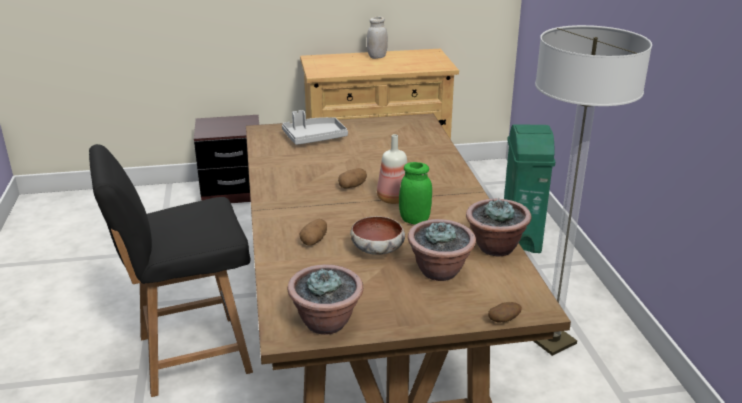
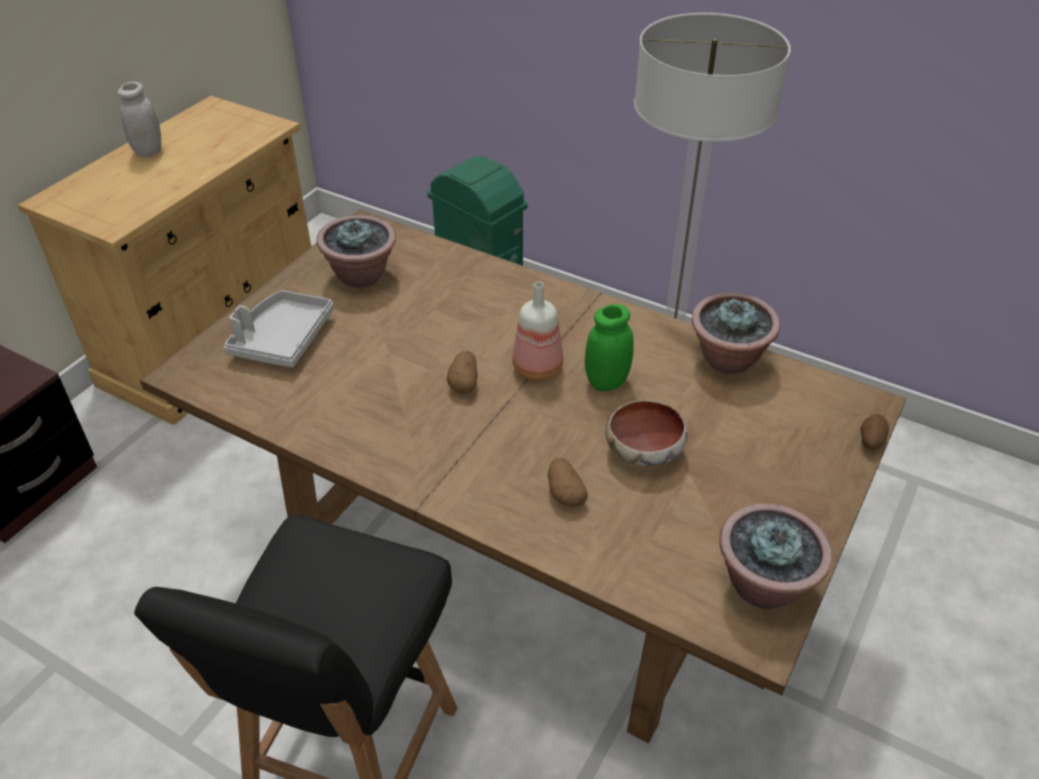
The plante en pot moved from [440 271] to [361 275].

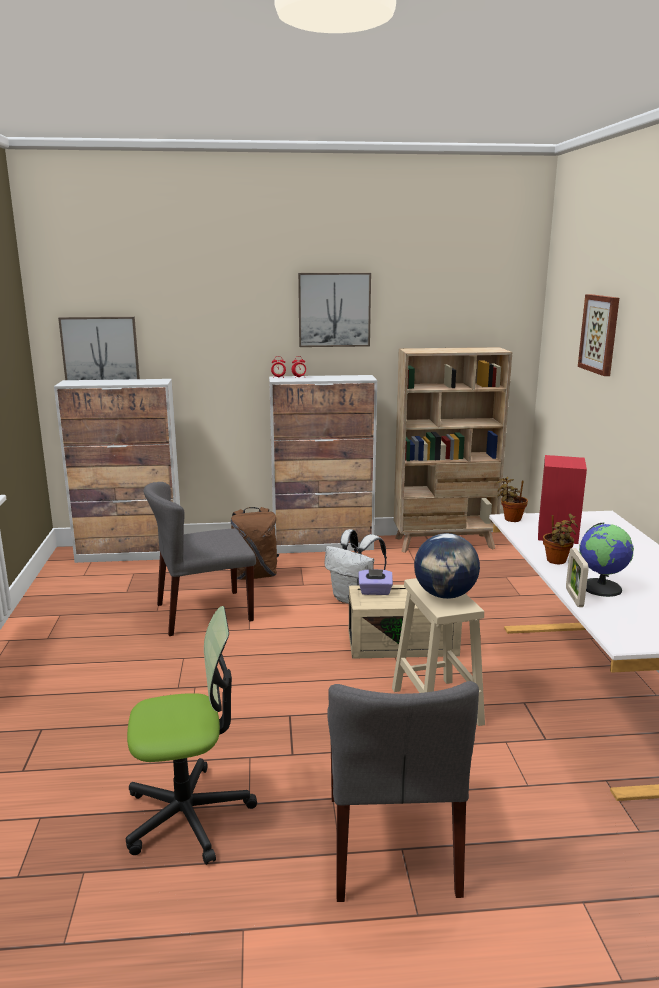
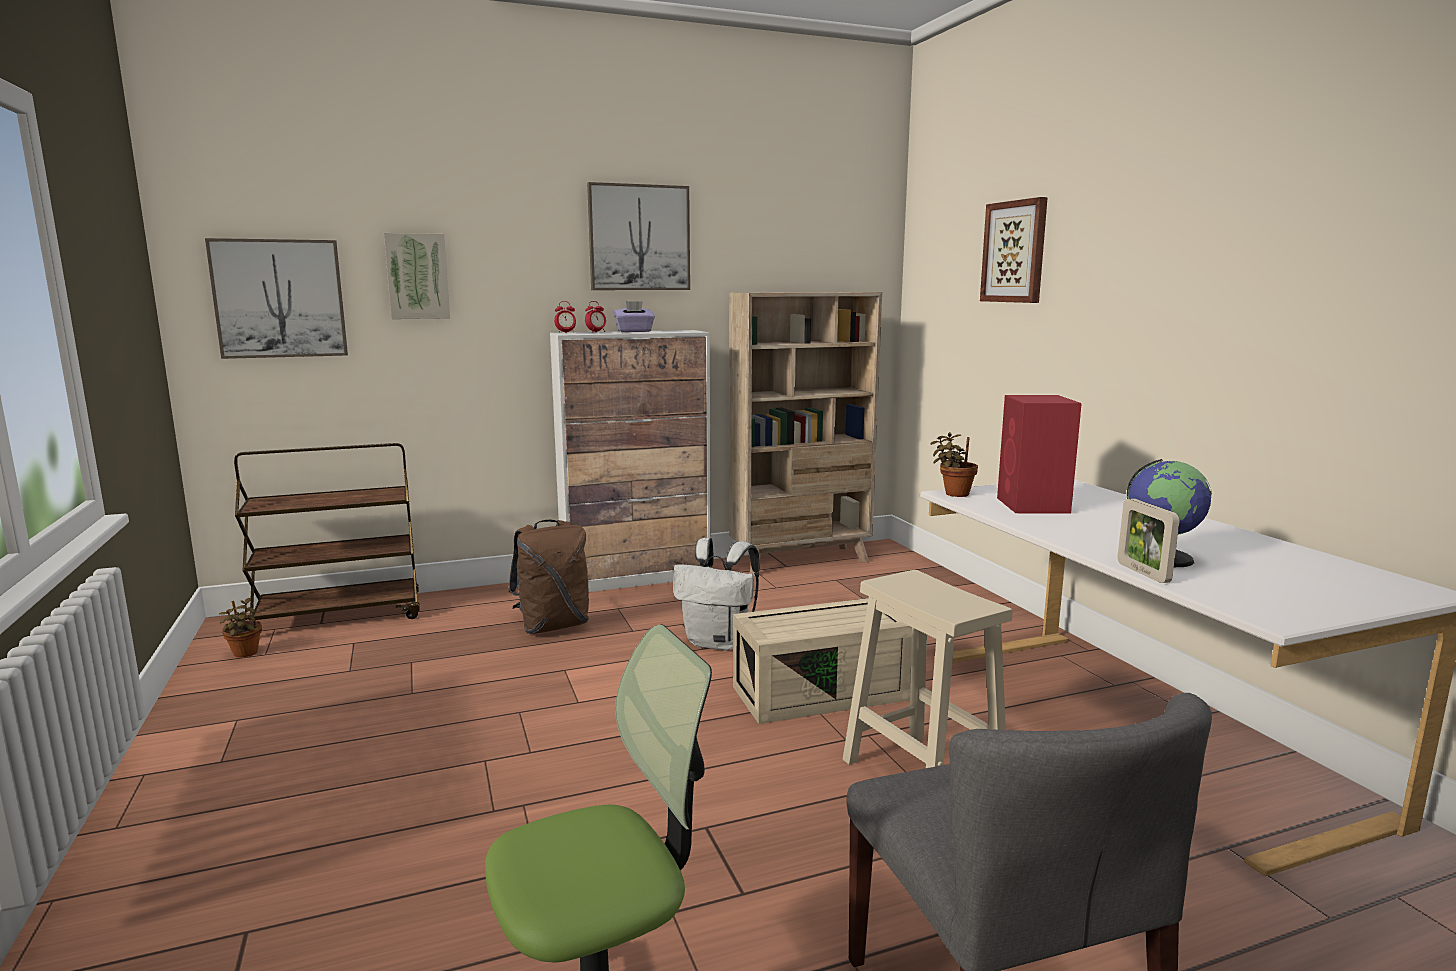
The meuble de rangement at [130 554] was replaced by the chariot/marron at [340 616].
The chaise/gris at [203 613] disappeared.
The boîte à mouchoirs/violet moved from [375 592] to [634 331].
The globe at [445 595] disappeared.
The plante en pot moved from [557 561] to [245 654].
The tableau at [417 276] appeared.

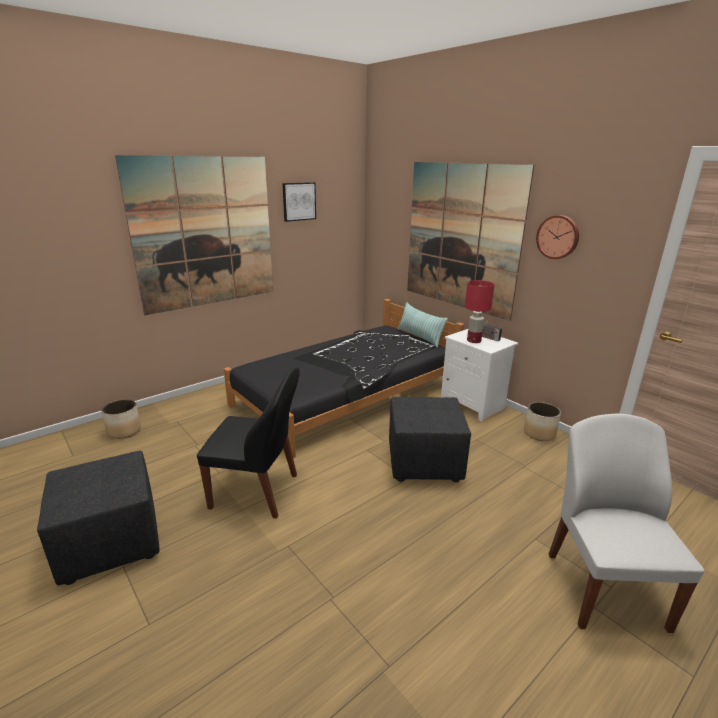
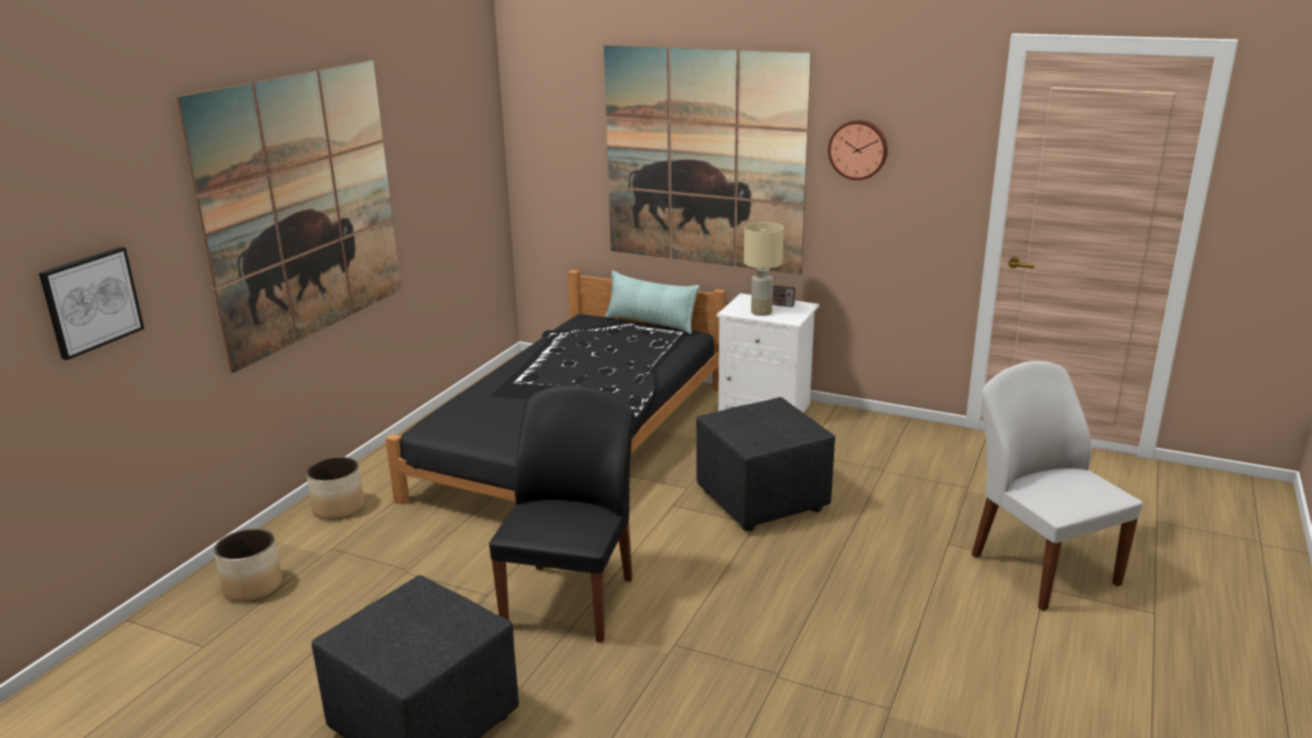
The chaise/noir at [257 492] turned 60 degrees counterclockwise.
The tableau moved from [299 201] to [91 301].
The lampe de table/rouge at [474 341] became the lampe de table/beige at [762 312].
The cache-pot moved from [539 433] to [339 508].

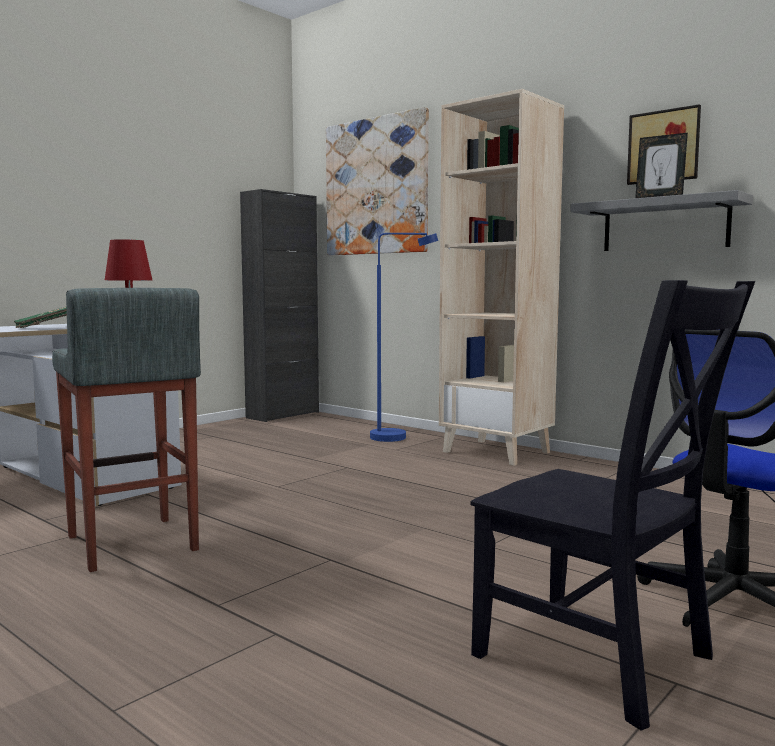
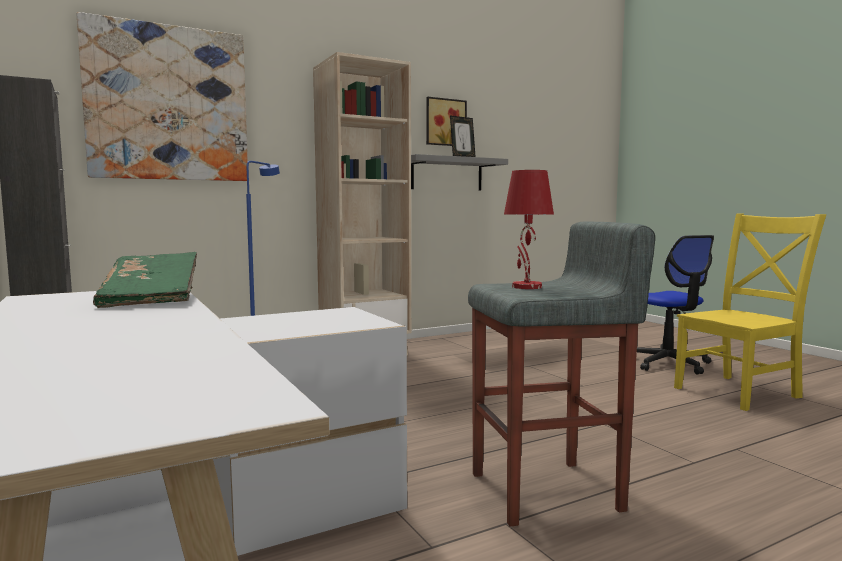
The chaise/noir at [601 660] became the chaise/jaune at [740 392].

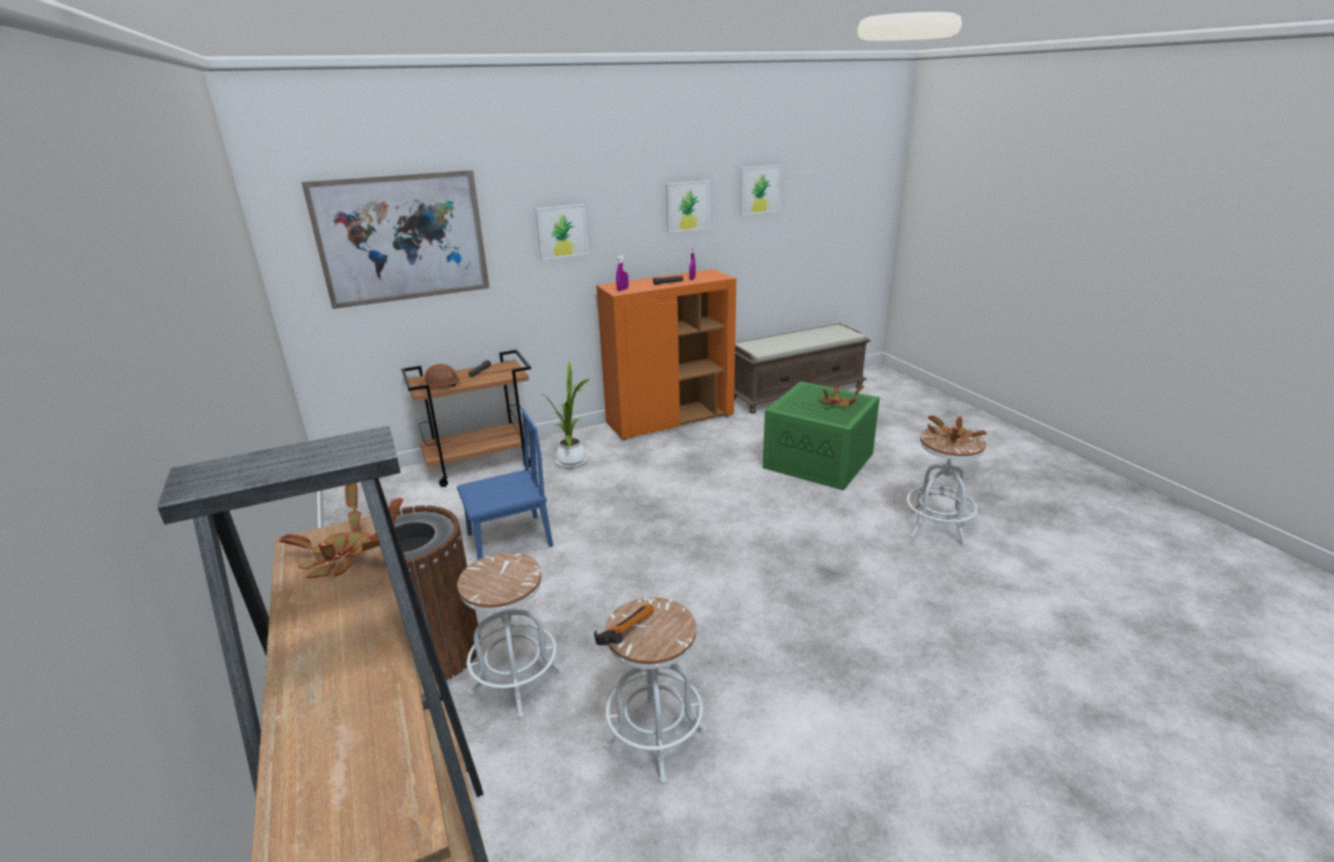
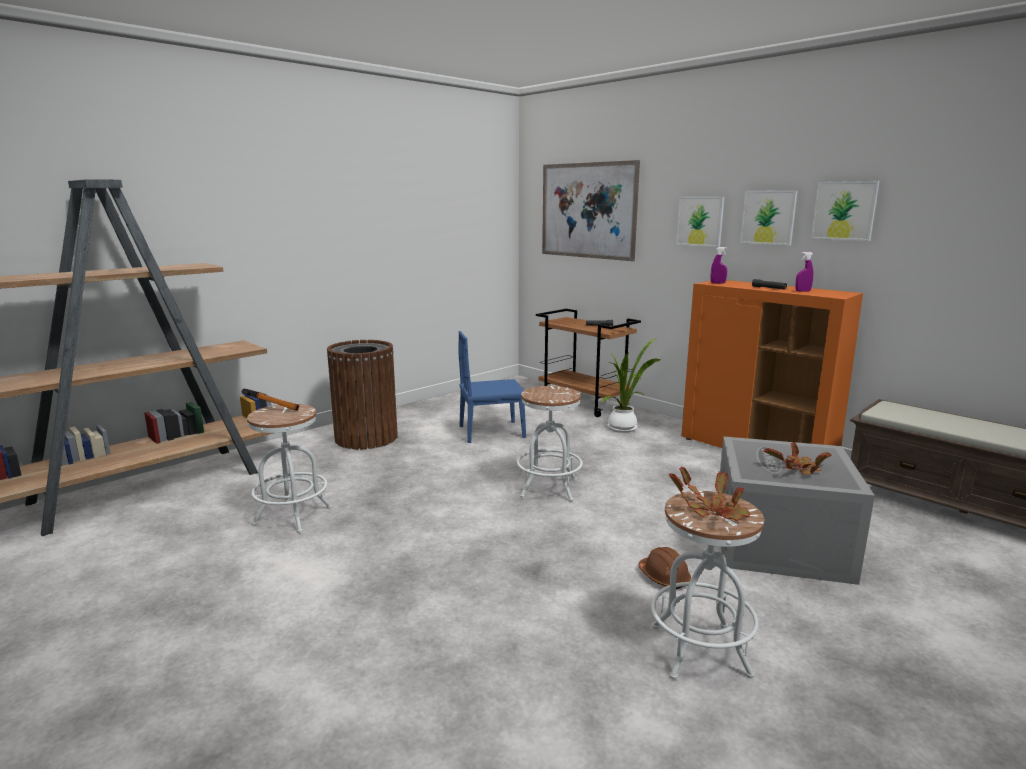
The plante en pot at [347 555] disappeared.
The casque de chantier/marron moved from [440 385] to [664 577].
The chaise/bleu at [509 540] turned 120 degrees clockwise.
The tabouret/blanc moved from [516 682] to [549 488].
The tableau moved from [759 189] to [768 217].
The boîte de rangement/vert at [820 460] became the boîte de rangement/gris at [782 545].

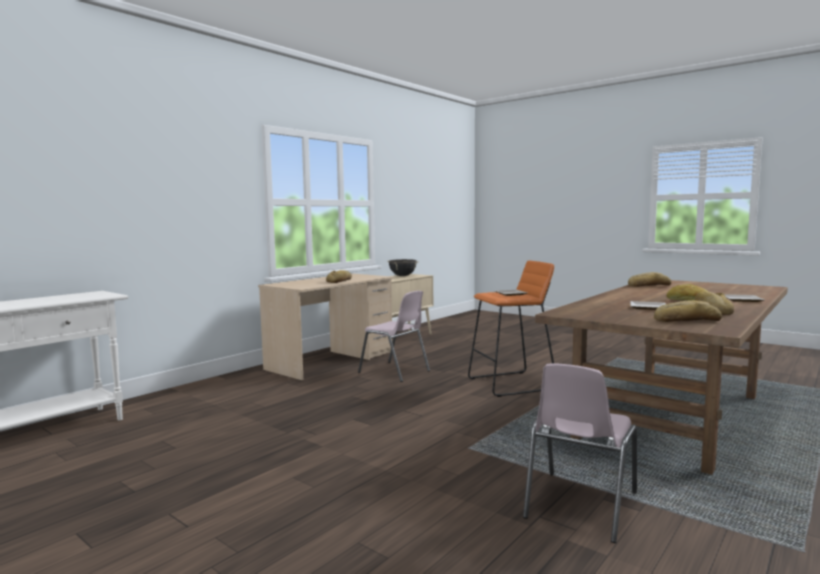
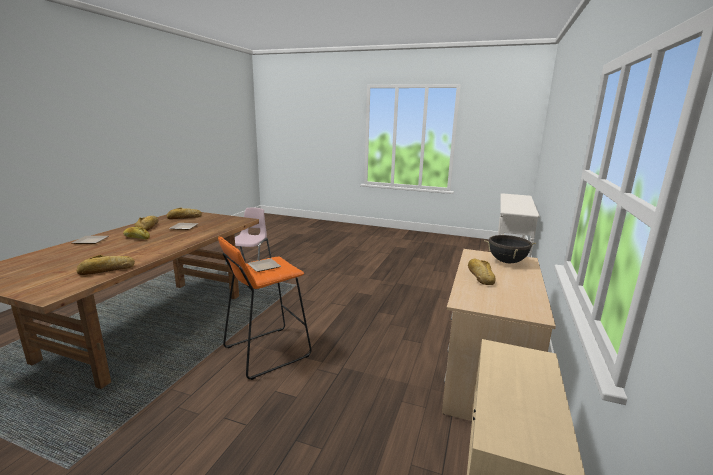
The chaise/rose at [395 372] disappeared.
The marmite/noir moved from [402 276] to [507 262].

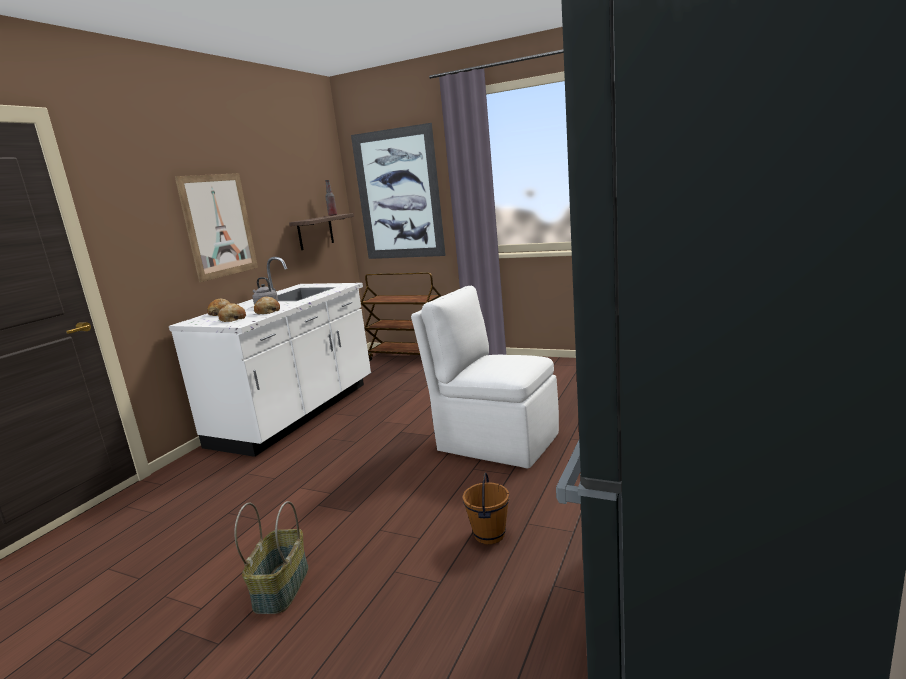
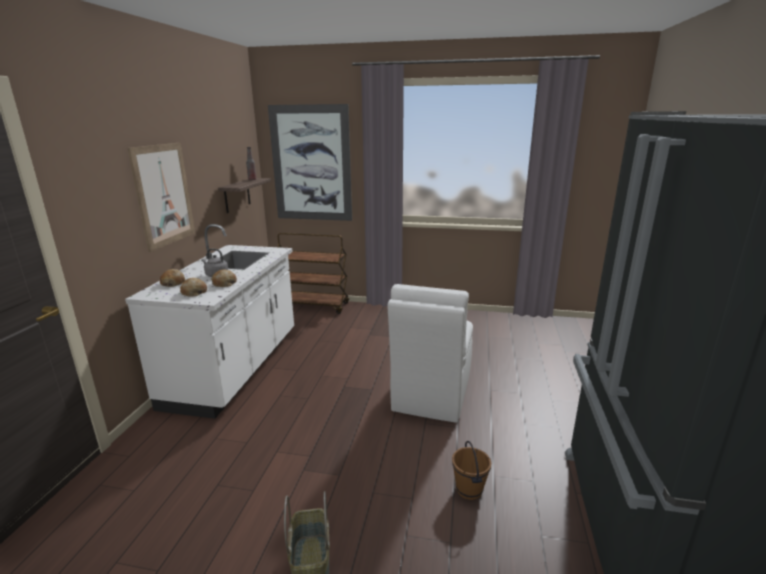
The chaise/blanc at [495 441] turned 90 degrees counterclockwise.

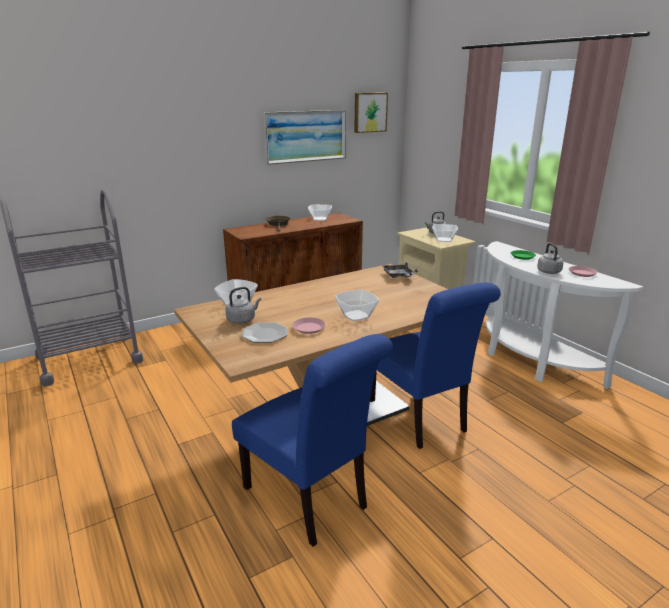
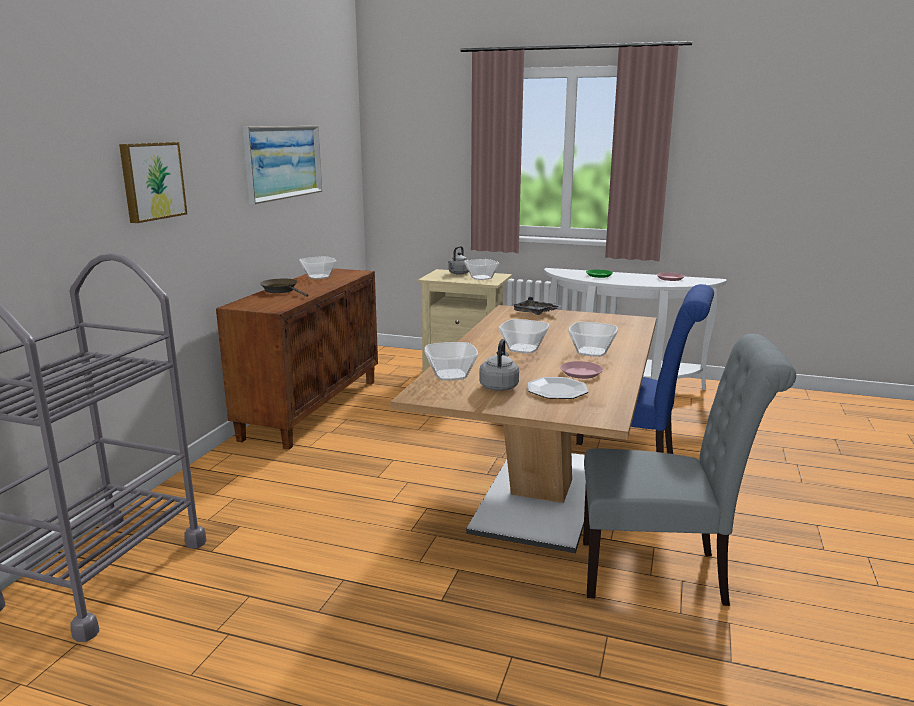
The chaise/bleu at [310 500] became the chaise/gris at [662 573].
The tableau moved from [369 112] to [151 181].
The bouilloire/gris at [549 272] disappeared.
The bol at [524 349] appeared.

